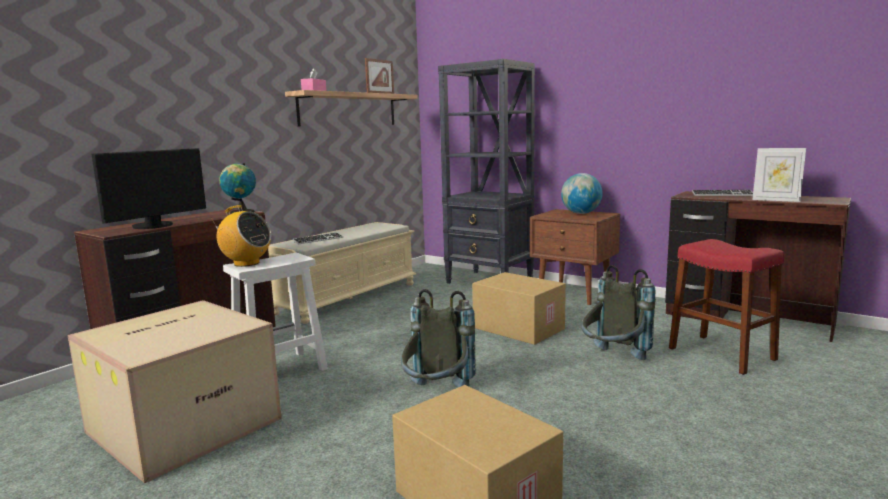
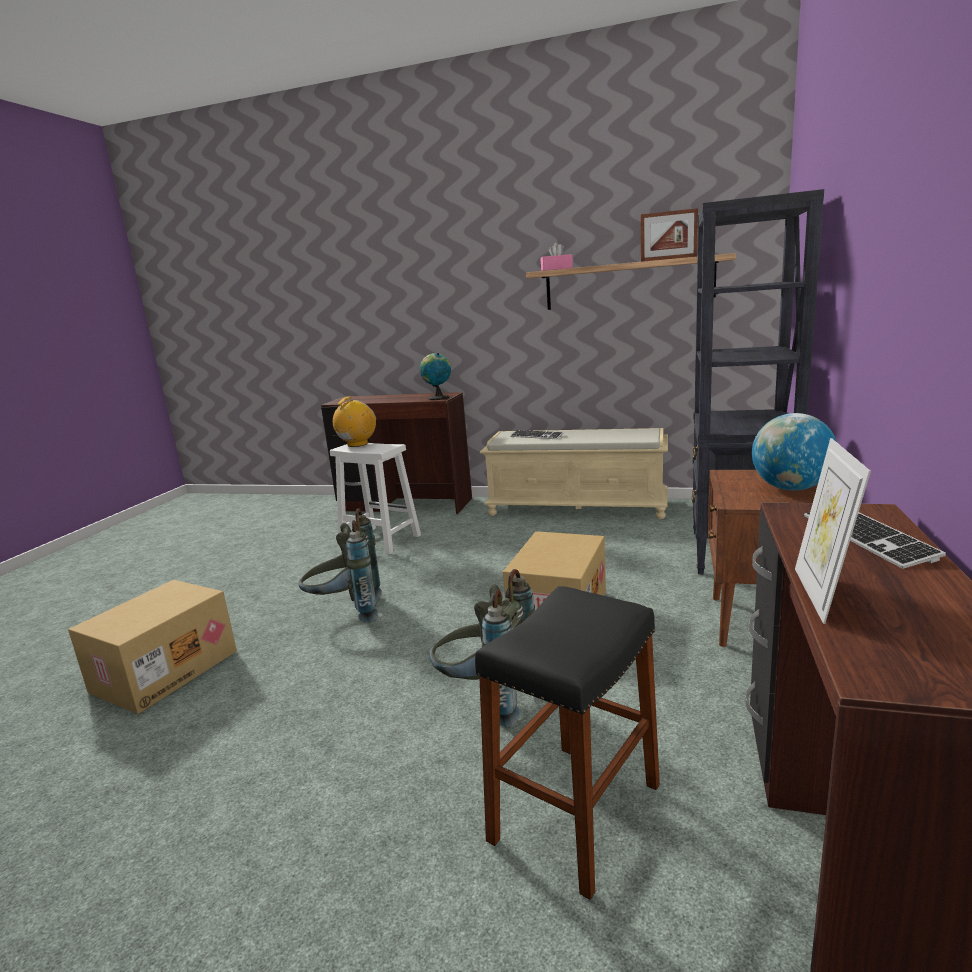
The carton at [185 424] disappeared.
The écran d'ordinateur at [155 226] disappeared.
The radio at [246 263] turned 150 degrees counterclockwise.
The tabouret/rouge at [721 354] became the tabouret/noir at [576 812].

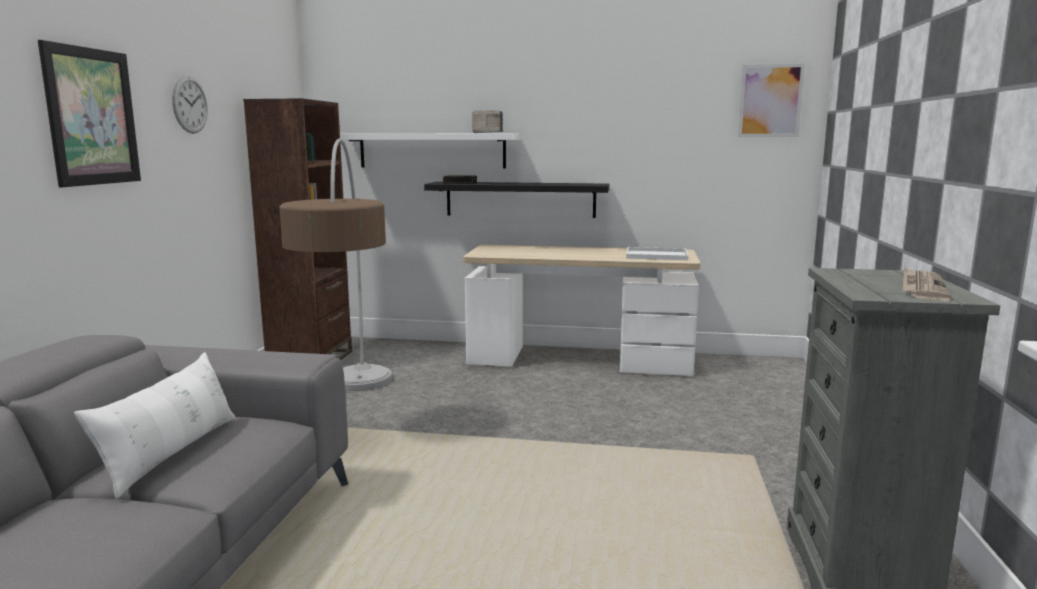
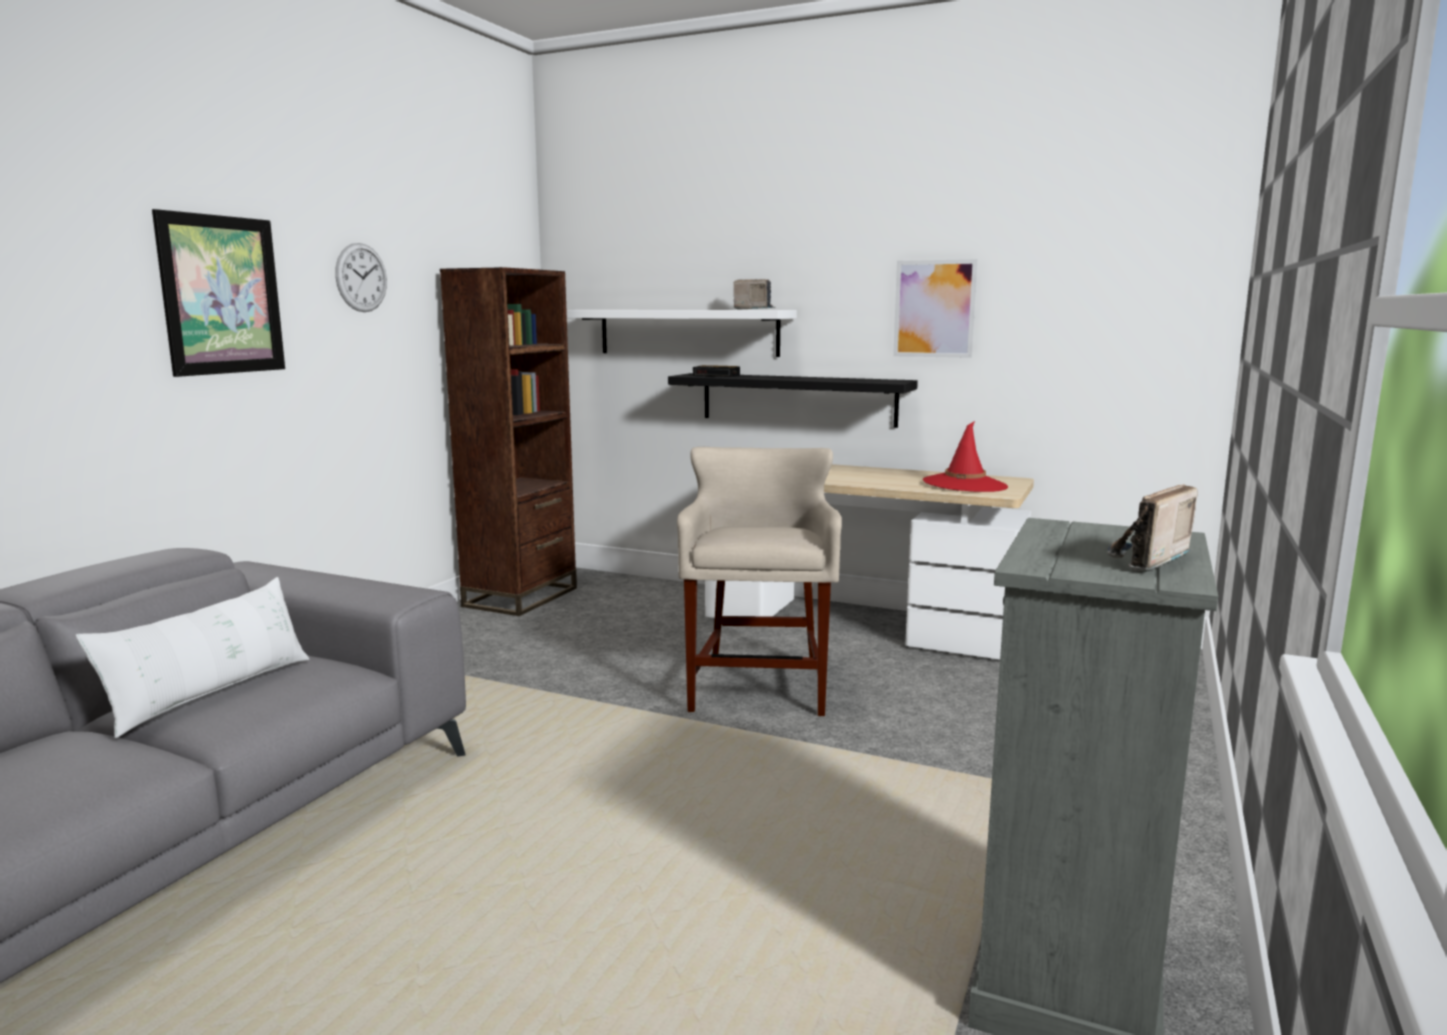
The lampadaire at [353 412] disappeared.
The plateau/blanc at [655 255] was replaced by the chapeau/rouge at [965 484].
The tableau moved from [770 101] to [934 309].
The journal at [922 288] was replaced by the radio at [1142 560].
The tabouret/beige at [759 688] appeared.

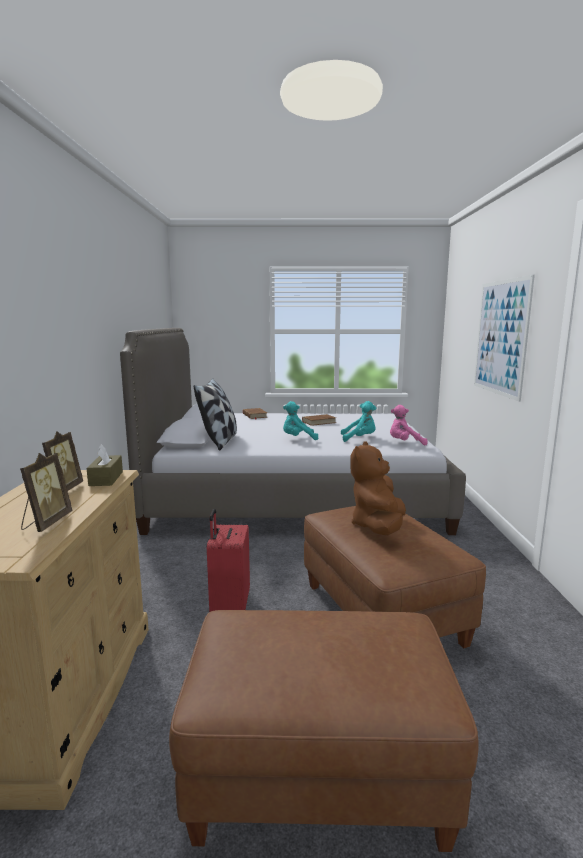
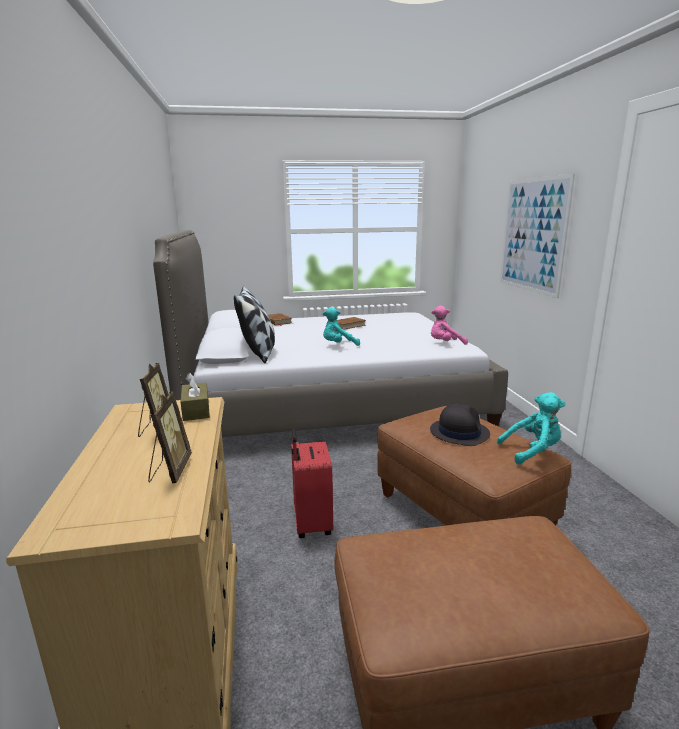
The peluche/turquoise moved from [359 438] to [532 451].
The peluche/marron at [378 527] was replaced by the chapeau/noir at [459 432].

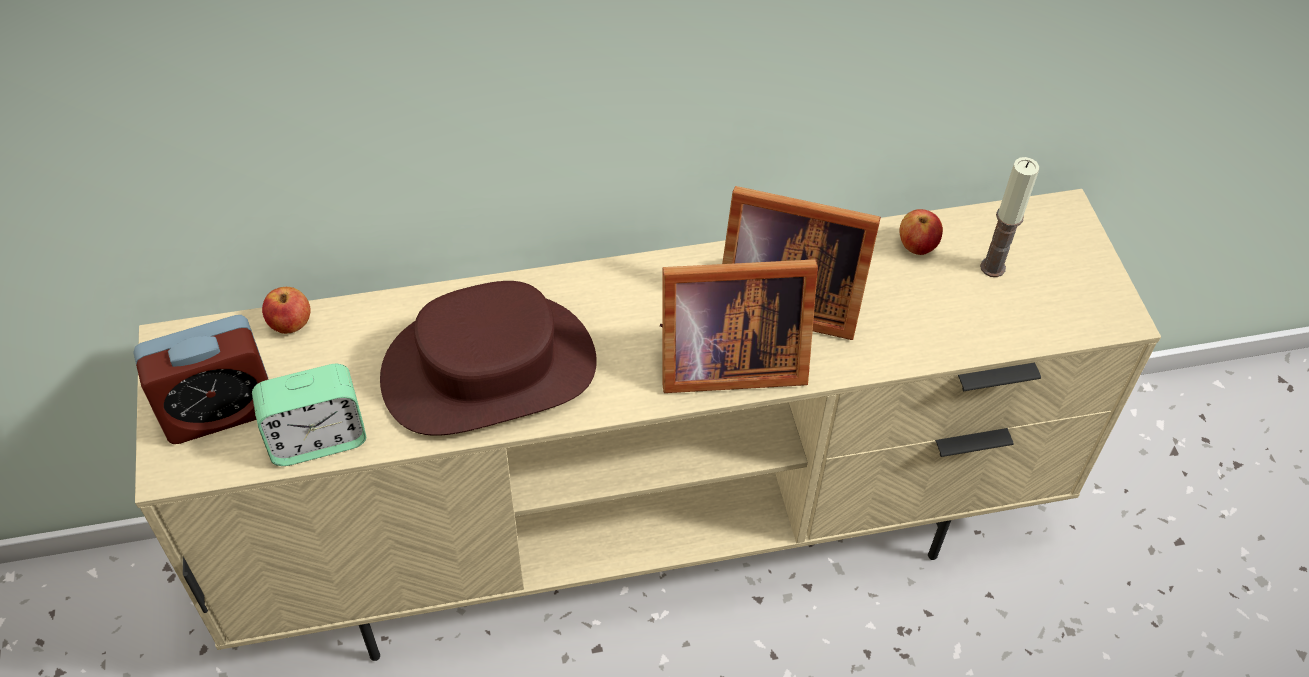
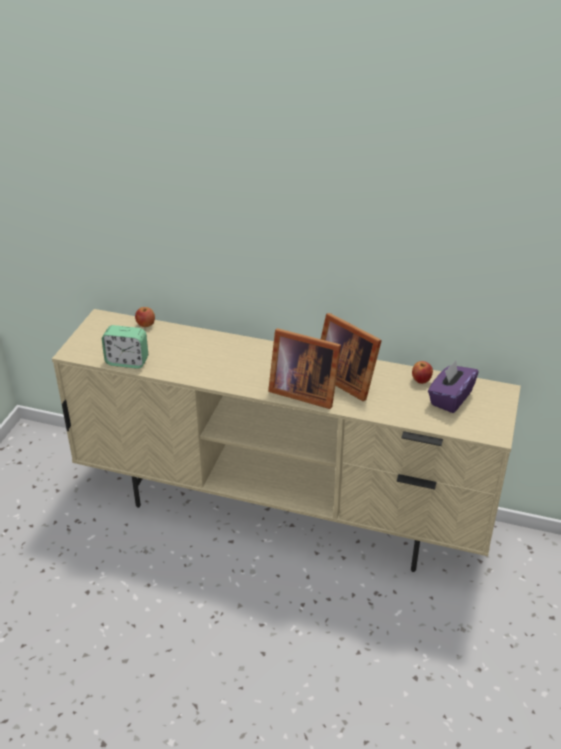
The réveil at [220 411] disappeared.
The chapeau/marron at [489 369] disappeared.
The bougie at [992 267] was replaced by the boîte à mouchoirs/violet at [450 398].

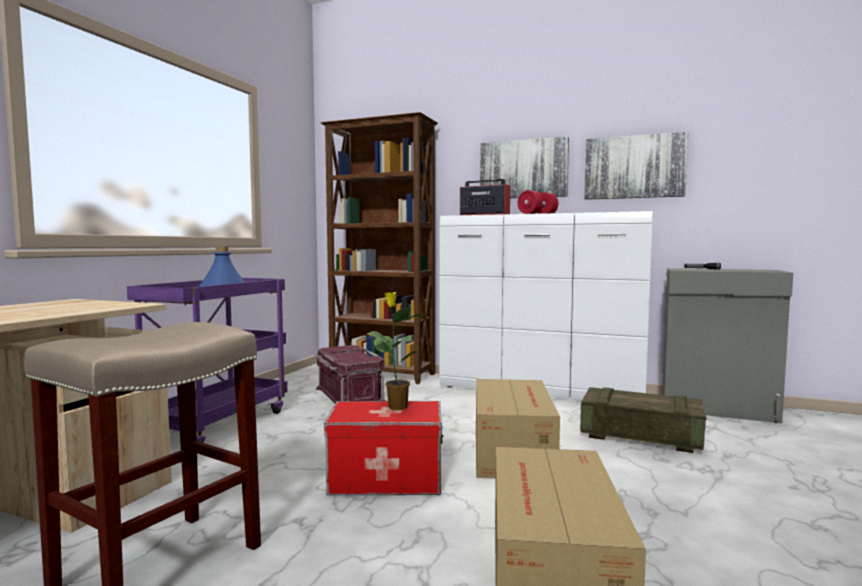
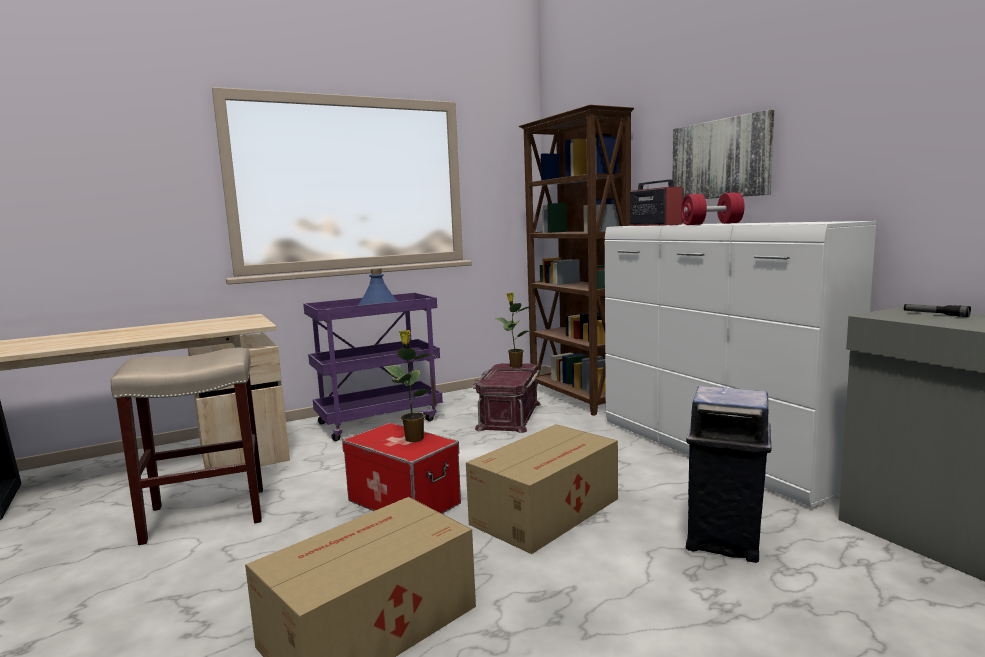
The caisse at [640 436] was replaced by the poubelle/bleu at [725 540].
The tableau at [634 167] disappeared.
The plante en pot at [515 366] appeared.

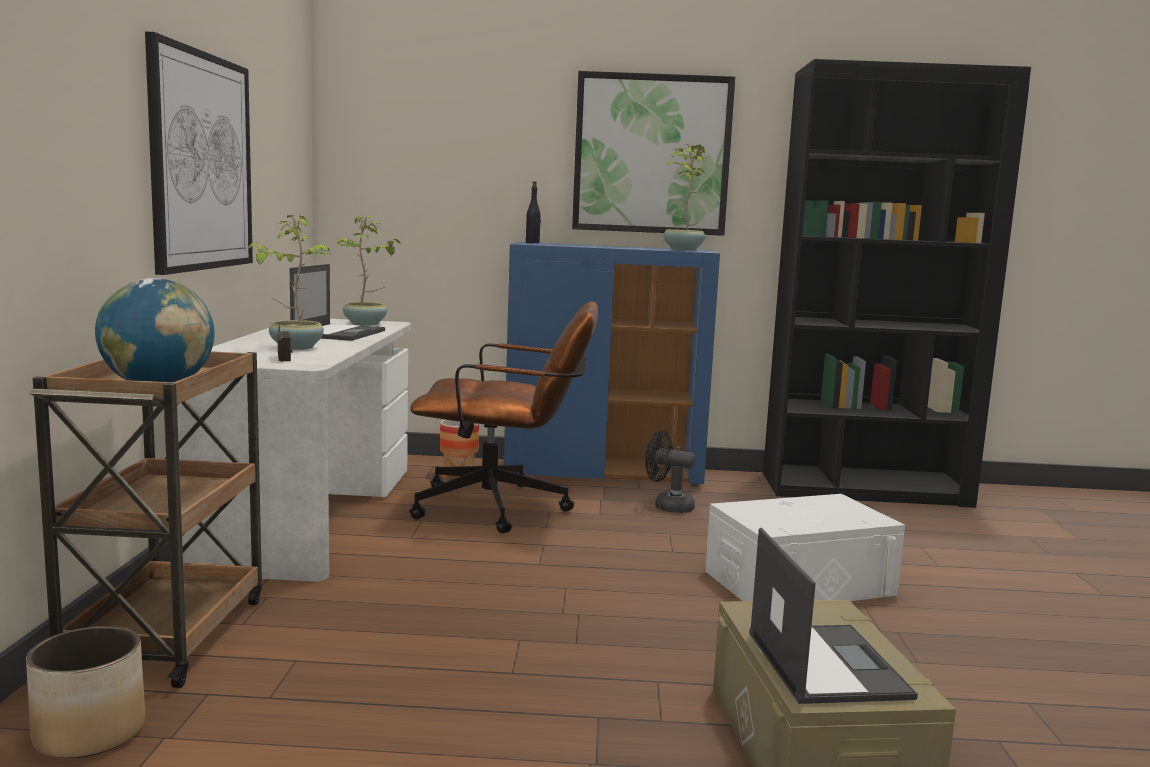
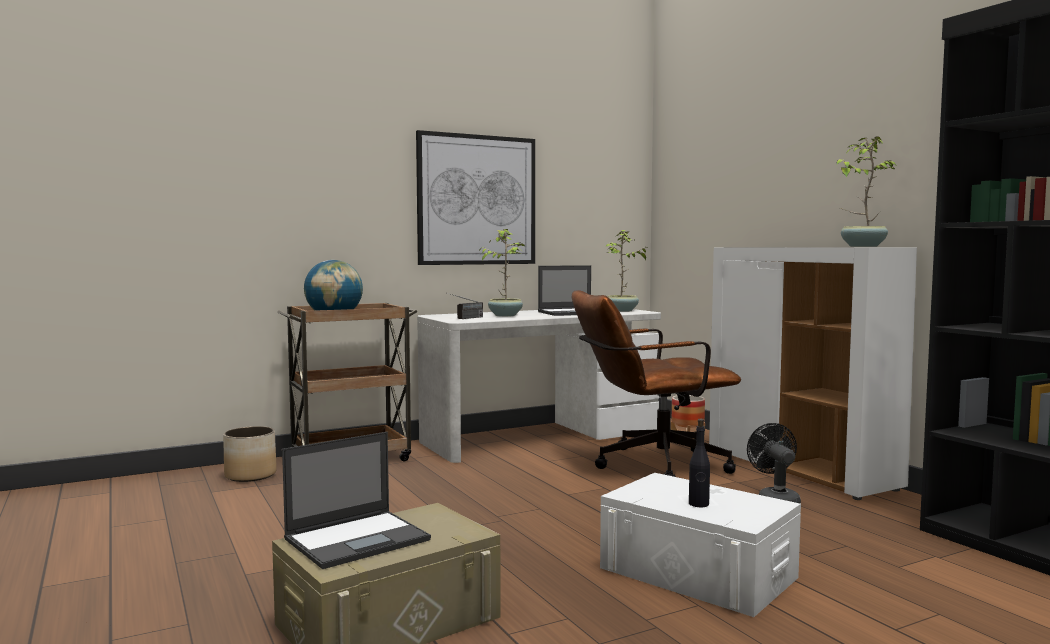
The chaise de bureau/marron at [505 508] turned 105 degrees clockwise.
The meuble de rangement/bleu at [604 473] became the meuble de rangement/blanc at [801 470].
The bouteille/noir moved from [532 243] to [698 504].
The tableau at [651 154] disappeared.

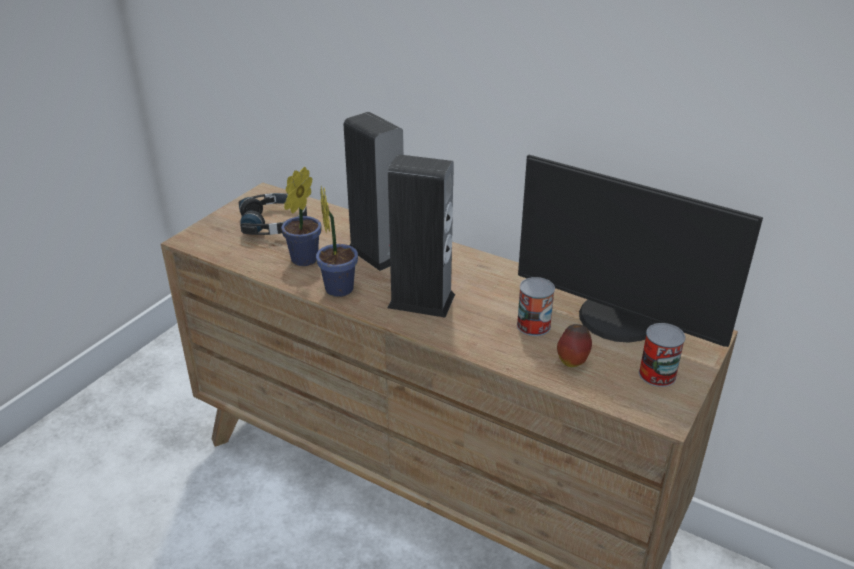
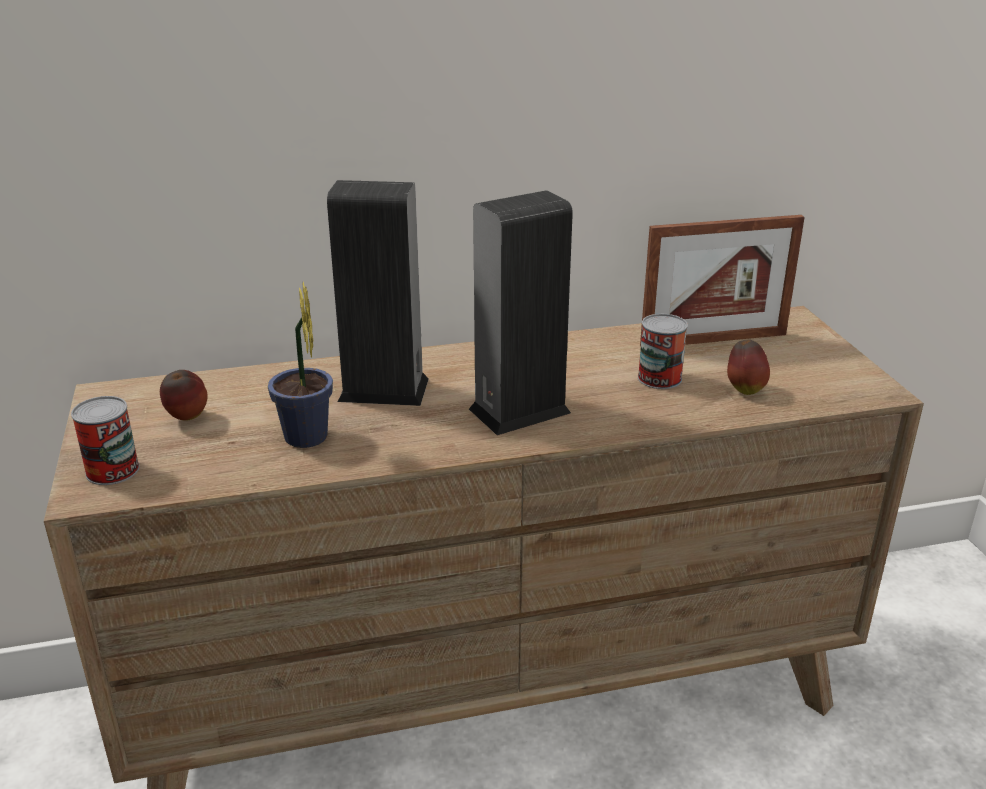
The casque audio/noir at [274 223] was replaced by the pomme at [187 419].
The plante en pot at [338 287] disappeared.
The écran d'ordinateur at [617 320] was replaced by the cadre photo at [713 340].
The boîte métallique moved from [657 374] to [112 470].

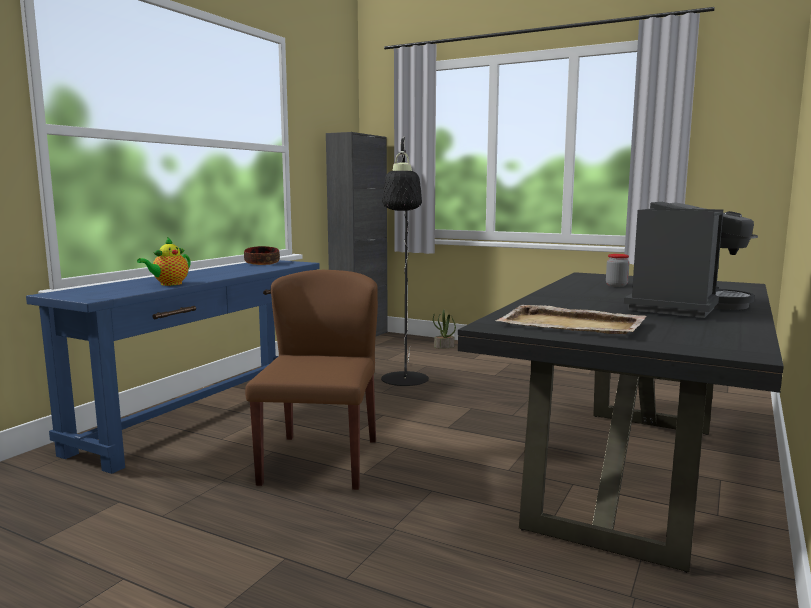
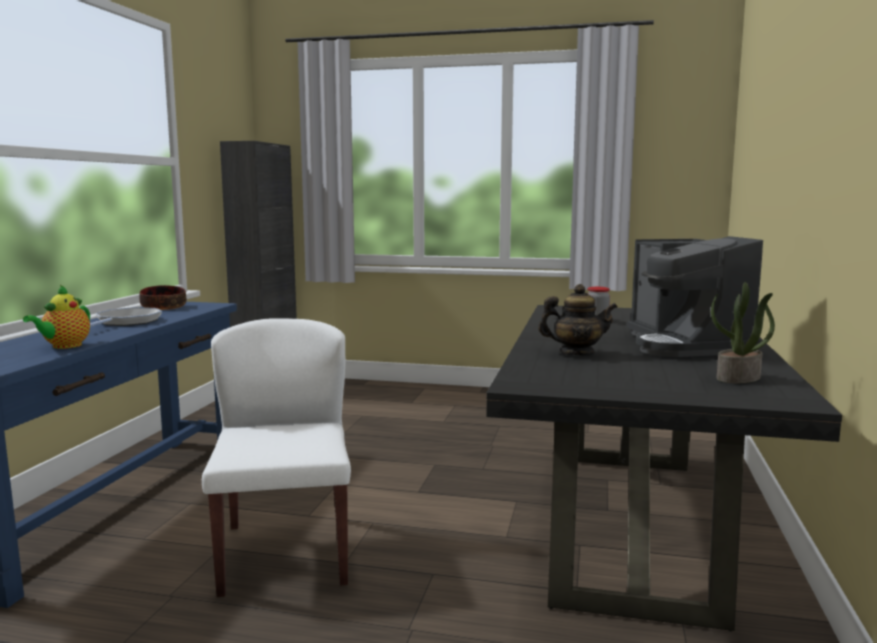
The chaise/marron at [320 460] became the chaise/blanc at [285 552].
The lampadaire/noir at [405 382] disappeared.
The plante en pot moved from [444 347] to [738 378].
The plateau/beige at [572 325] disappeared.
The machine à café at [682 306] turned 150 degrees clockwise.
The poêle at [126 322] appeared.
The théière at [576 353] appeared.

